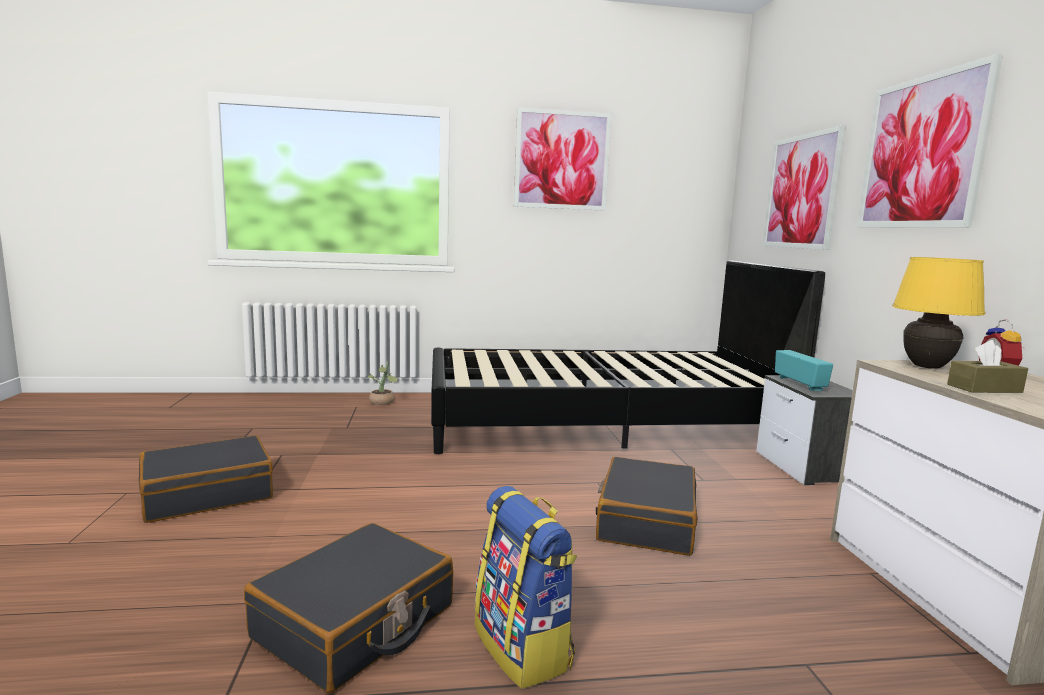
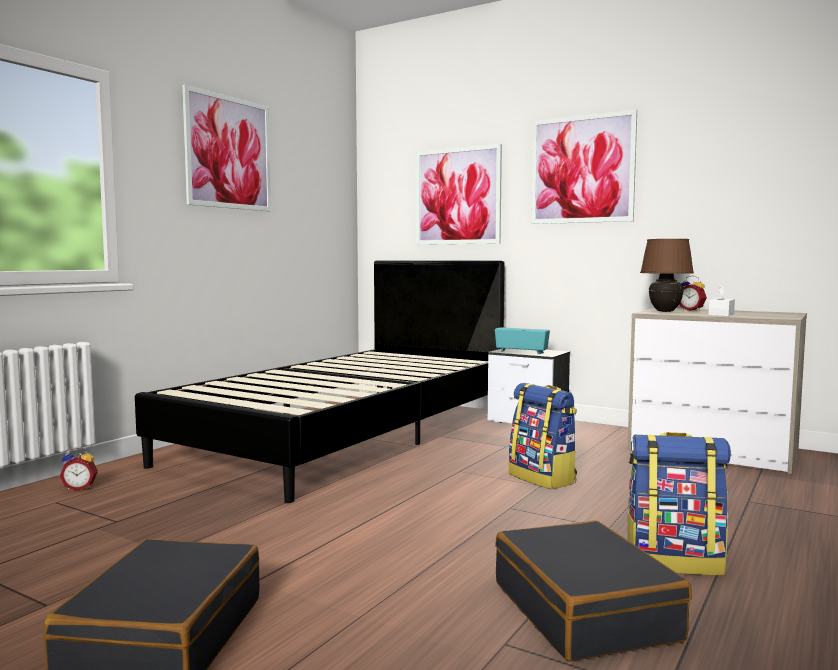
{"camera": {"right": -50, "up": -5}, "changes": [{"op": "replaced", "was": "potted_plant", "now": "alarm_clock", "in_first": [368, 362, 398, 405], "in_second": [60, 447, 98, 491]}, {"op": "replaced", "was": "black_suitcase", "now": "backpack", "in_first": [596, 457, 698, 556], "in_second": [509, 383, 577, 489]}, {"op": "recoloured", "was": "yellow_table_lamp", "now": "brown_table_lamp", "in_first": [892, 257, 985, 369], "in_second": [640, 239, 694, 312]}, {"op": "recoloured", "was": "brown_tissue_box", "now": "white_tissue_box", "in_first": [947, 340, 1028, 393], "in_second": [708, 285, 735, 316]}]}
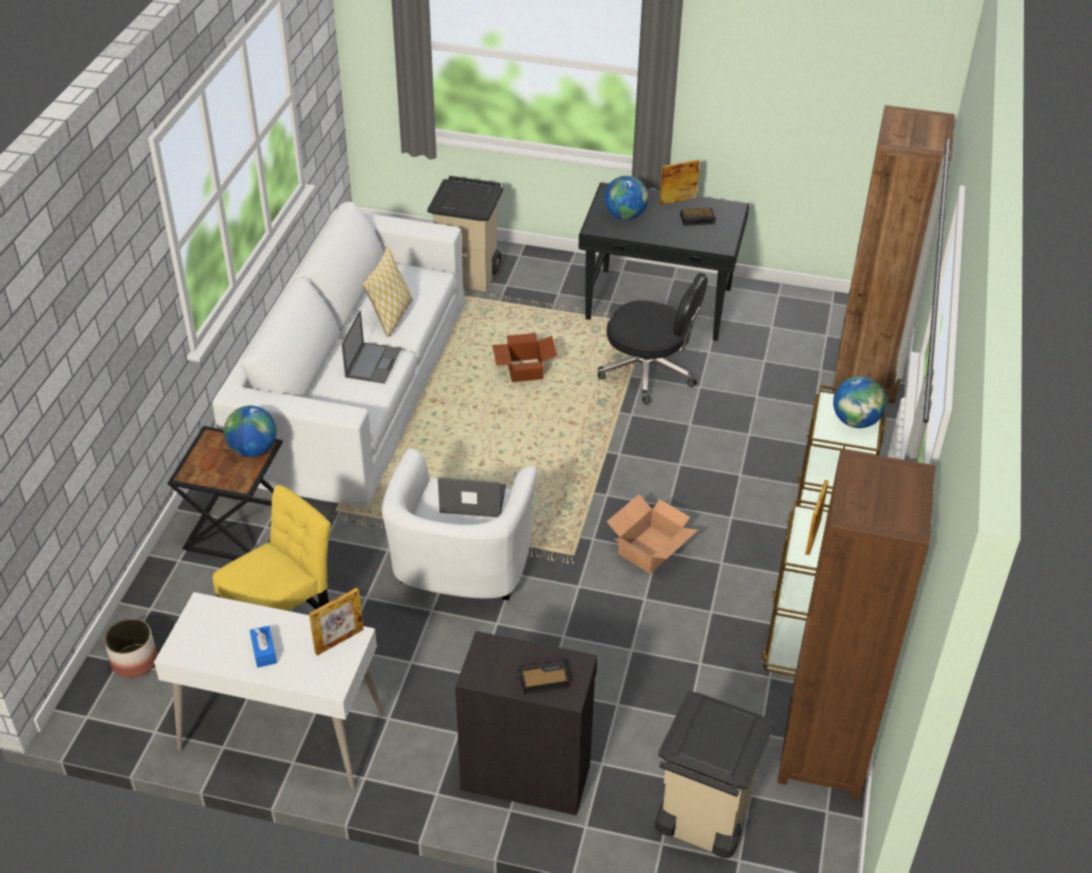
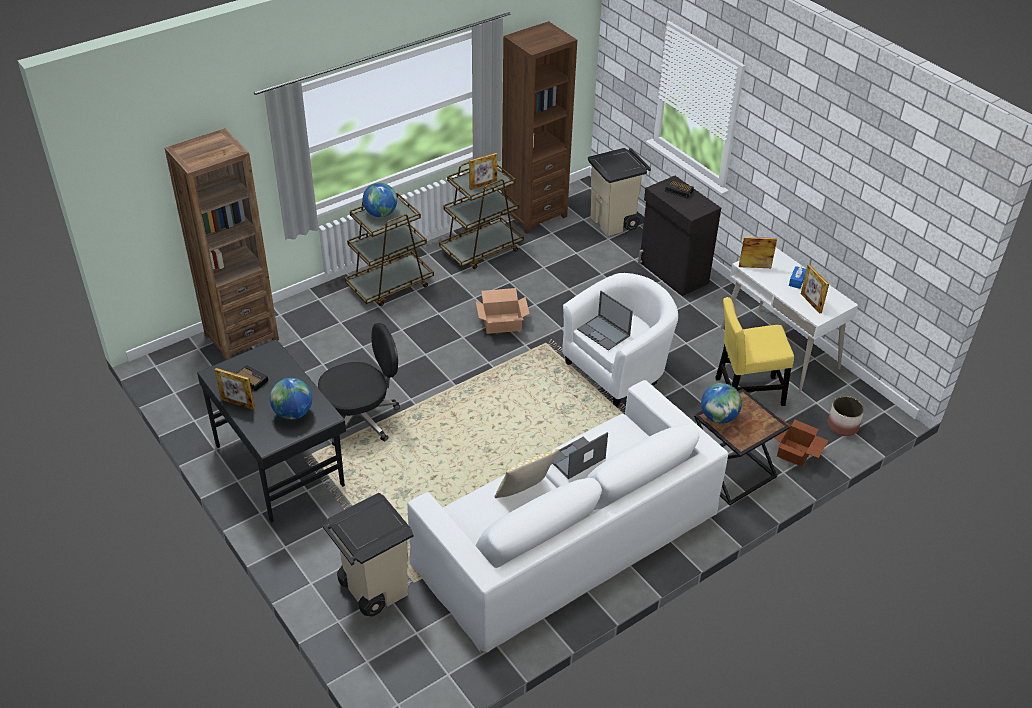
{"camera": {"right": -140, "up": 0}, "changes": [{"op": "moved", "was": "cardboard_box", "in_first": [492, 333, 557, 382], "in_second": [774, 418, 829, 467]}, {"op": "turned", "was": "black_office_chair", "in_first": [598, 273, 708, 404], "in_second": [318, 323, 400, 446], "clockwise": 90}, {"op": "added", "now": "picture_frame", "in_second": [801, 264, 829, 314]}]}
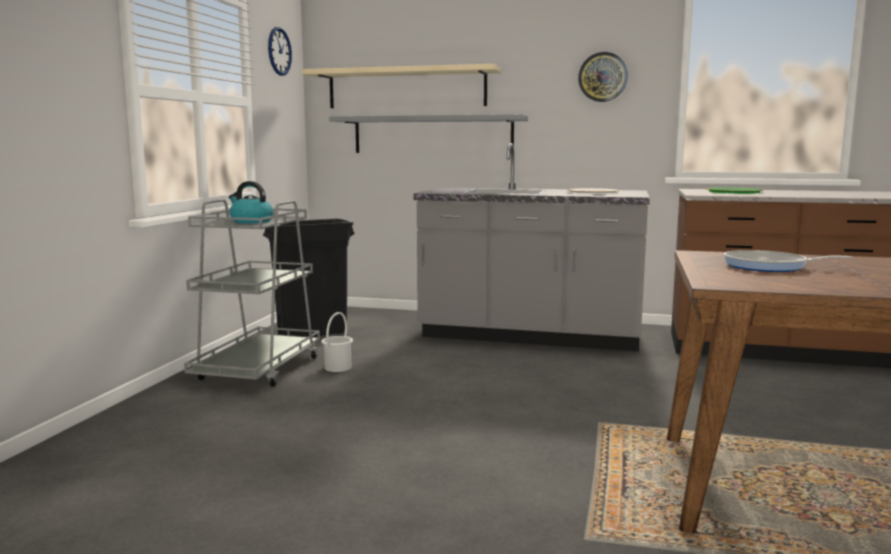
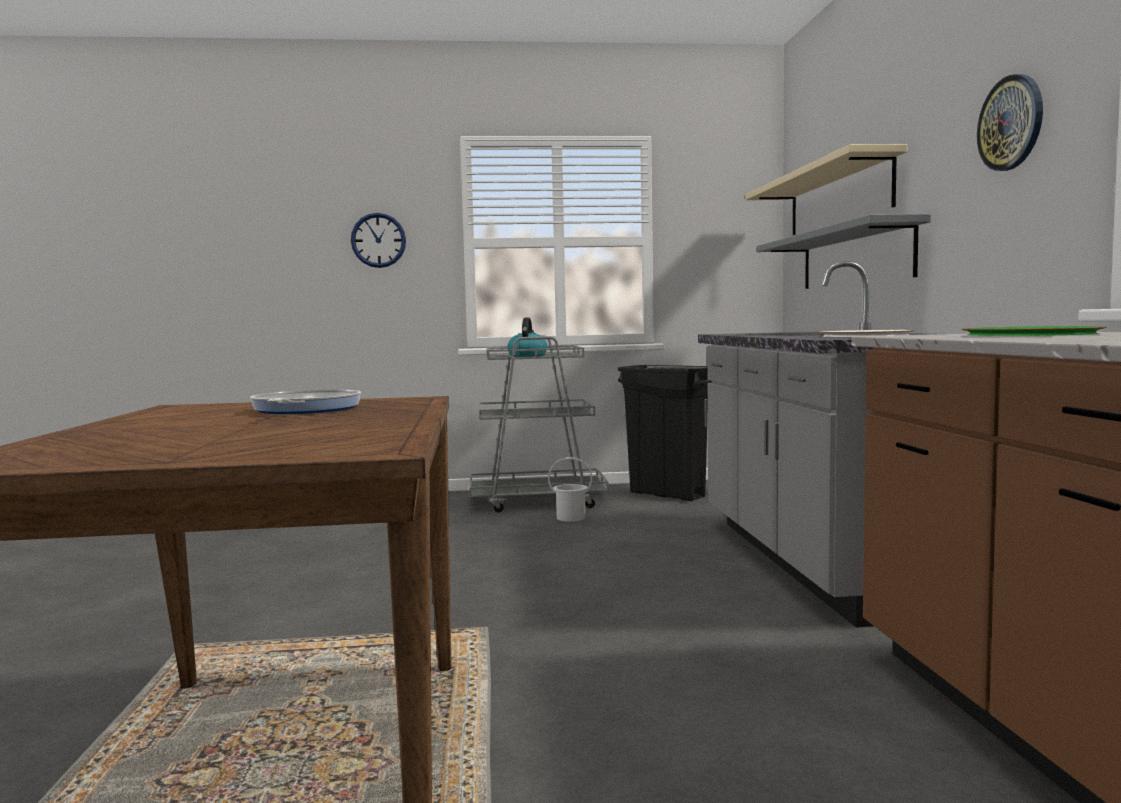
{"camera": {"right": 70, "up": -5}, "changes": [{"op": "moved", "was": "wall_clock", "in_first": [268, 27, 292, 76], "in_second": [351, 213, 406, 268]}]}
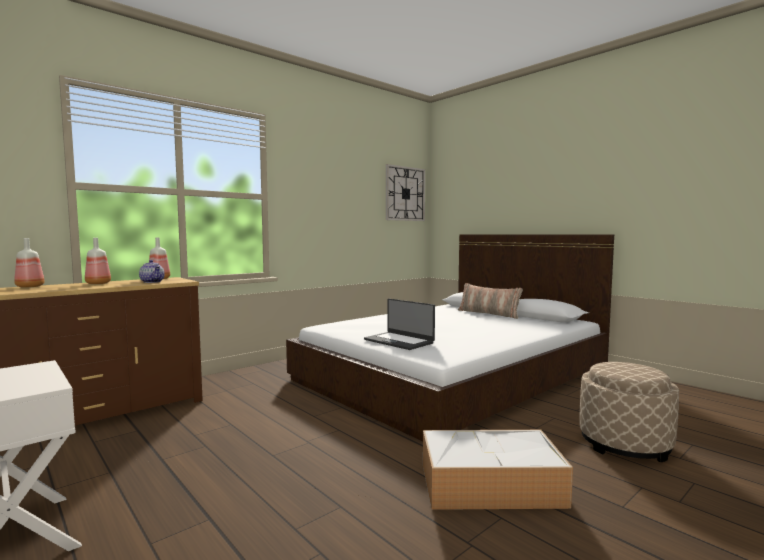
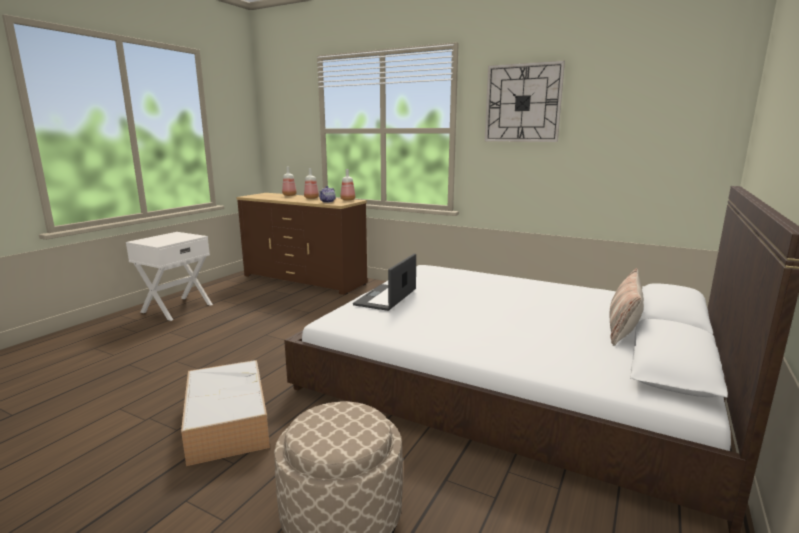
{"camera": {"right": 70, "up": 10}, "changes": [{"op": "moved", "was": "wall_clock", "in_first": [386, 164, 425, 221], "in_second": [485, 61, 565, 142]}]}
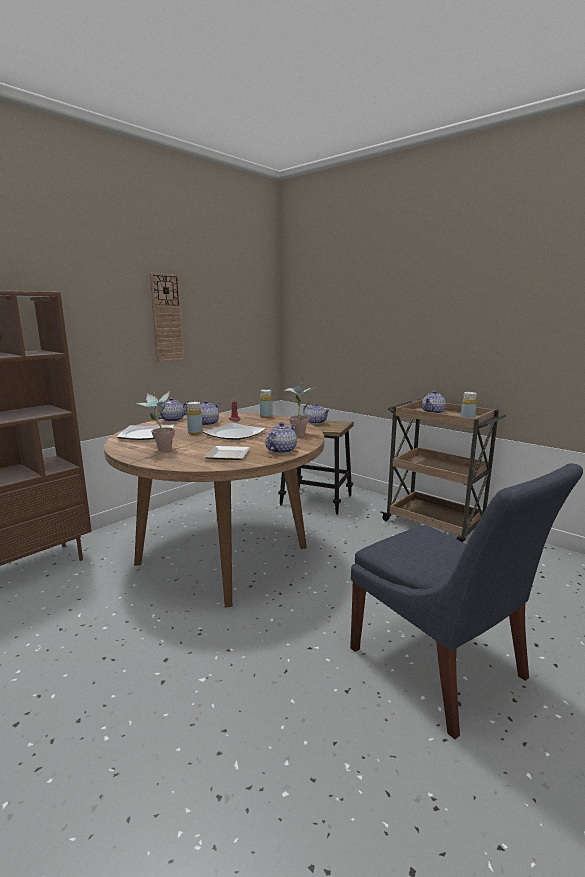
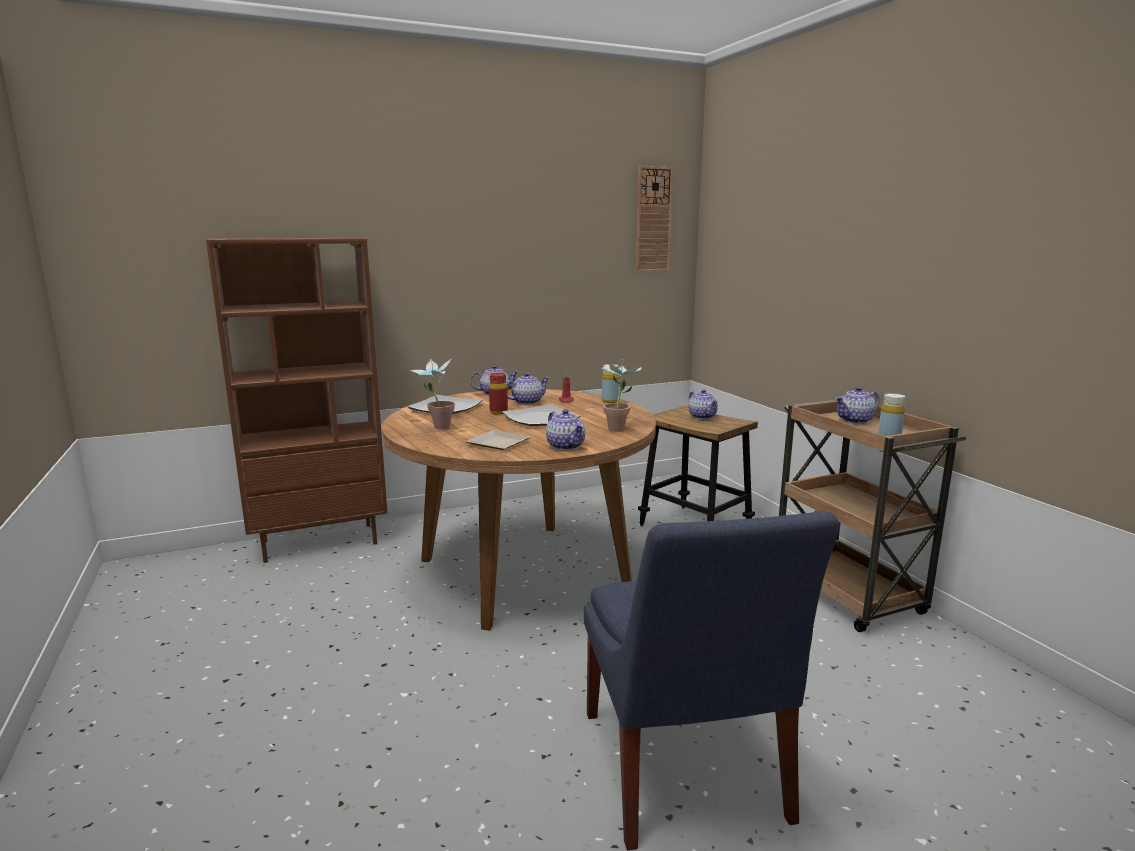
{"camera": {"right": 25, "up": 0}, "changes": [{"op": "moved", "was": "wall_clock", "in_first": [150, 273, 184, 362], "in_second": [636, 166, 673, 272]}, {"op": "recoloured", "was": "yellow_bottle", "now": "red_bottle", "in_first": [187, 402, 203, 435], "in_second": [489, 373, 508, 414]}, {"op": "turned", "was": "teapot", "in_first": [265, 422, 297, 454], "in_second": [546, 409, 585, 450], "clockwise": 90}]}
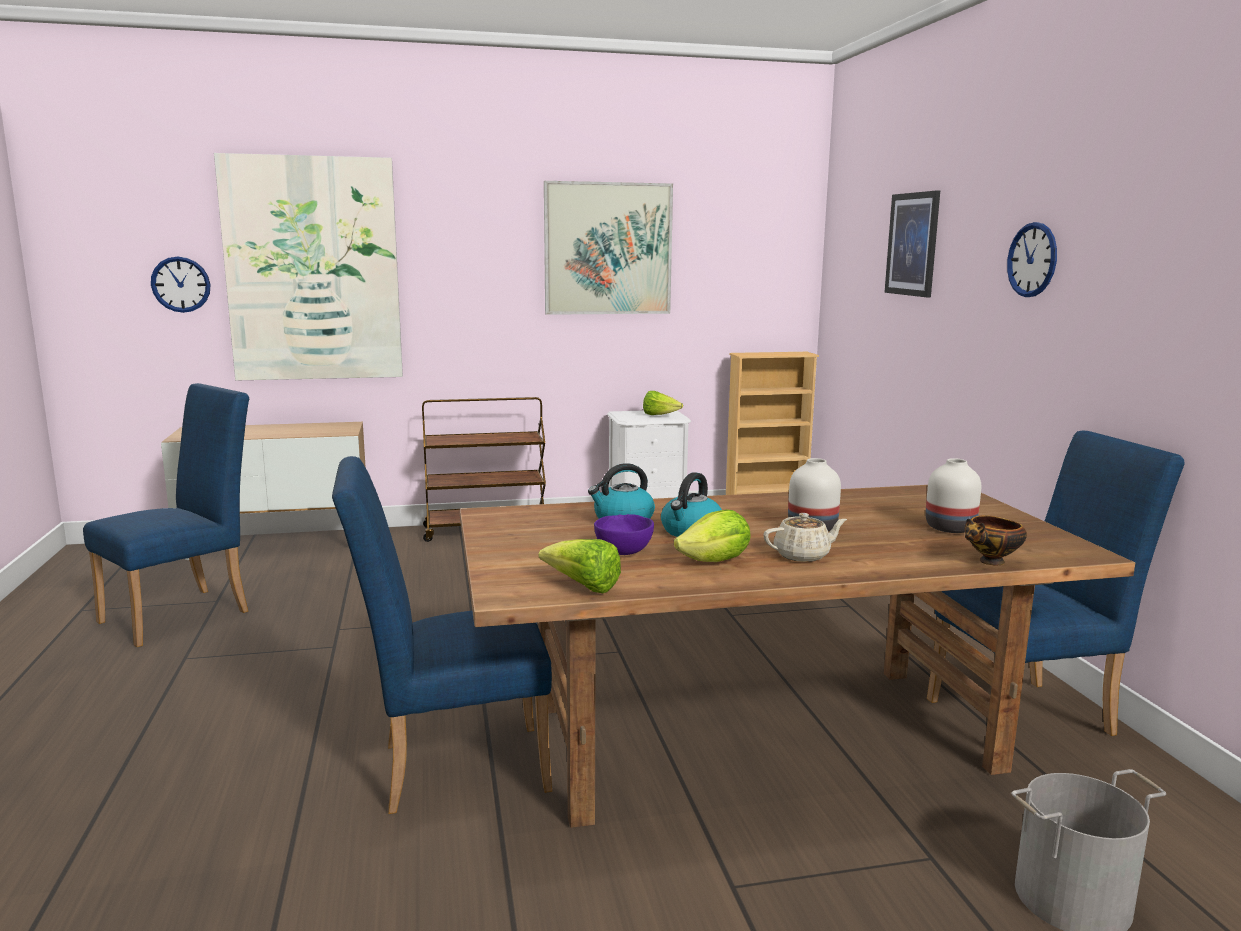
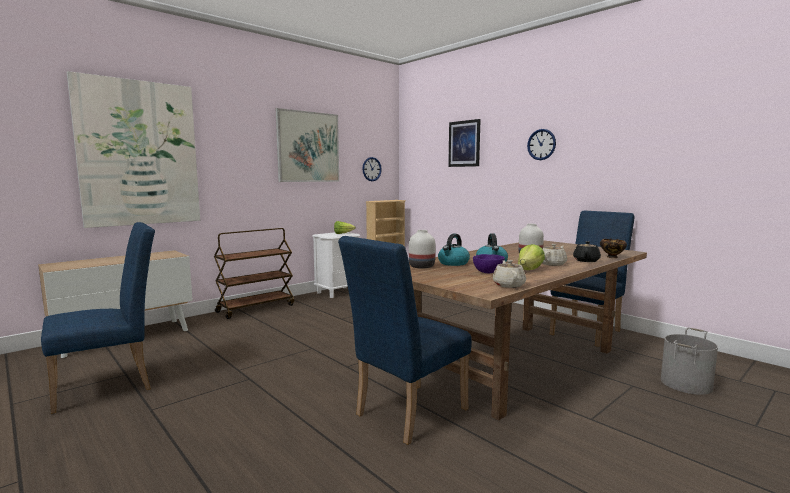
{"camera": {"right": -30, "up": -5}, "changes": [{"op": "turned", "was": "blue_chair", "in_first": [83, 383, 249, 647], "in_second": [41, 222, 155, 414], "clockwise": 45}, {"op": "moved", "was": "wall_clock", "in_first": [151, 257, 210, 313], "in_second": [362, 157, 382, 181]}, {"op": "replaced", "was": "lettuce", "now": "beige_teapot", "in_first": [539, 539, 621, 593], "in_second": [493, 260, 526, 288]}, {"op": "moved", "was": "white_vase", "in_first": [925, 458, 981, 533], "in_second": [409, 230, 435, 269]}, {"op": "added", "now": "black_teapot", "in_second": [573, 241, 601, 262]}]}
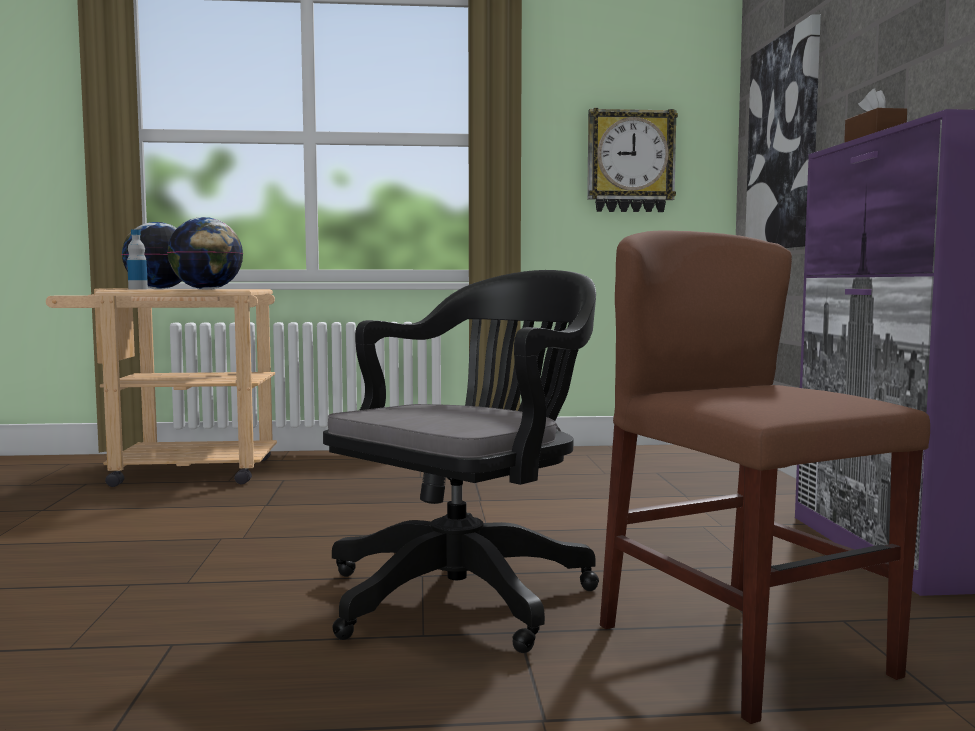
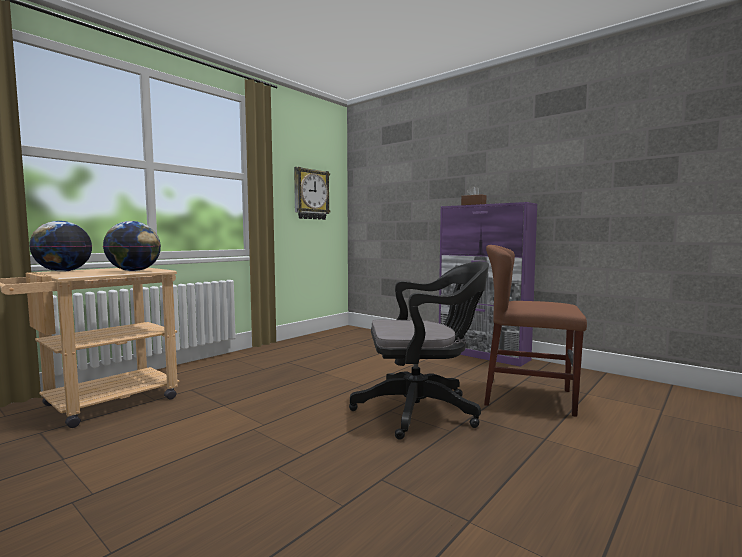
{"camera": {"right": -45, "up": 0}, "changes": [{"op": "removed", "was": "bottle", "in_first": [127, 229, 148, 290]}, {"op": "turned", "was": "black_office_chair", "in_first": [323, 270, 599, 653], "in_second": [349, 261, 489, 440], "clockwise": 90}, {"op": "removed", "was": "picture", "in_first": [745, 14, 821, 248]}]}
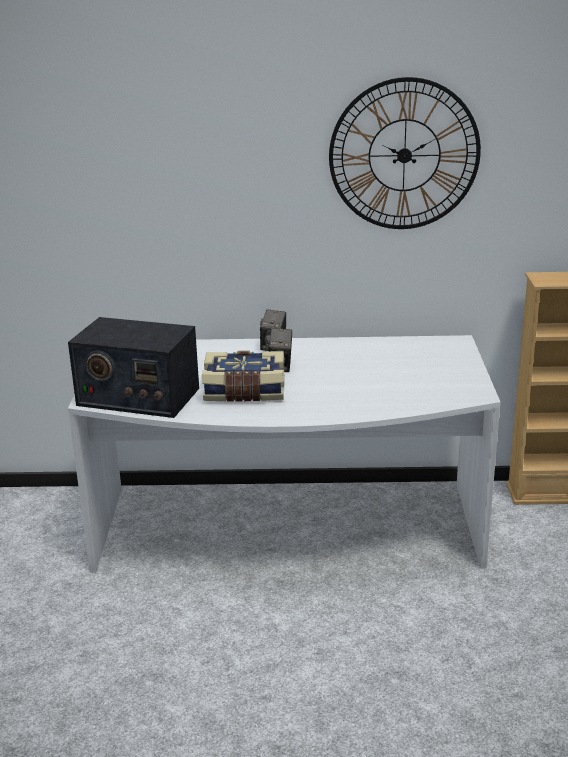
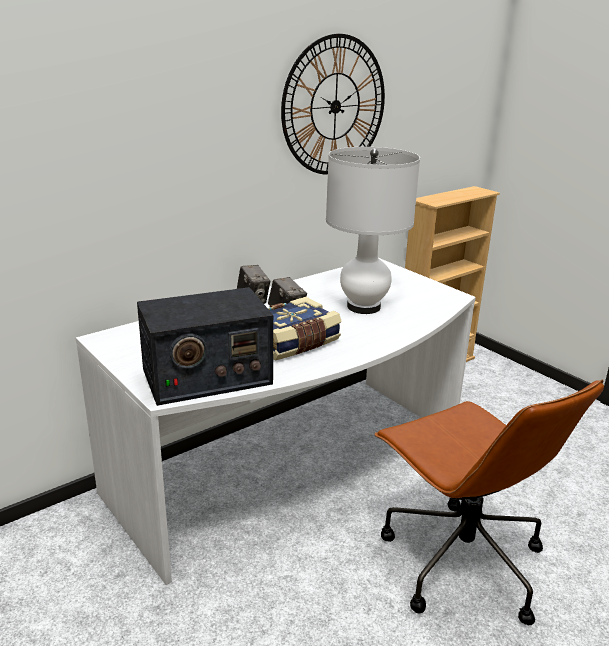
{"camera": {"right": -40, "up": 0}, "changes": [{"op": "added", "now": "white_table_lamp", "in_second": [326, 147, 420, 314]}, {"op": "added", "now": "brown_office_chair", "in_second": [374, 379, 604, 625]}]}
